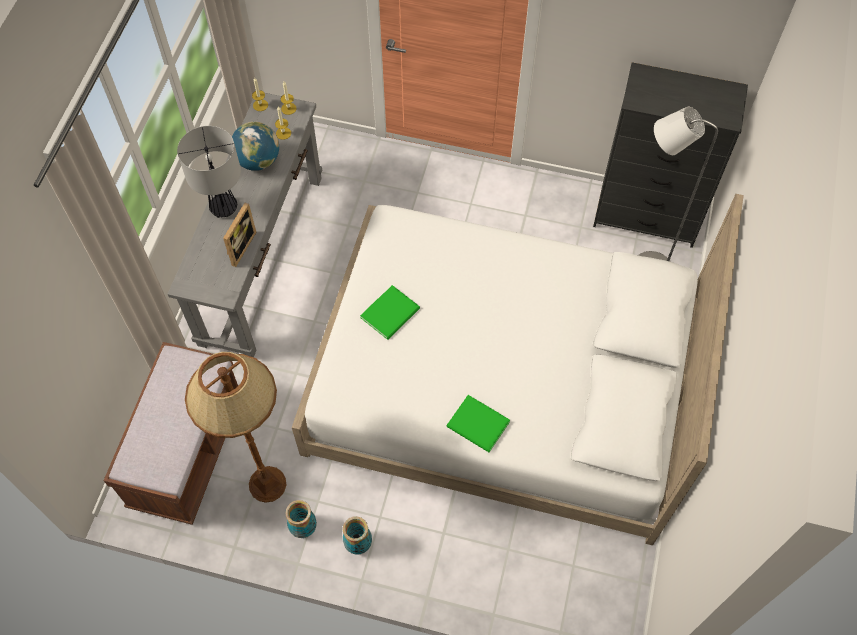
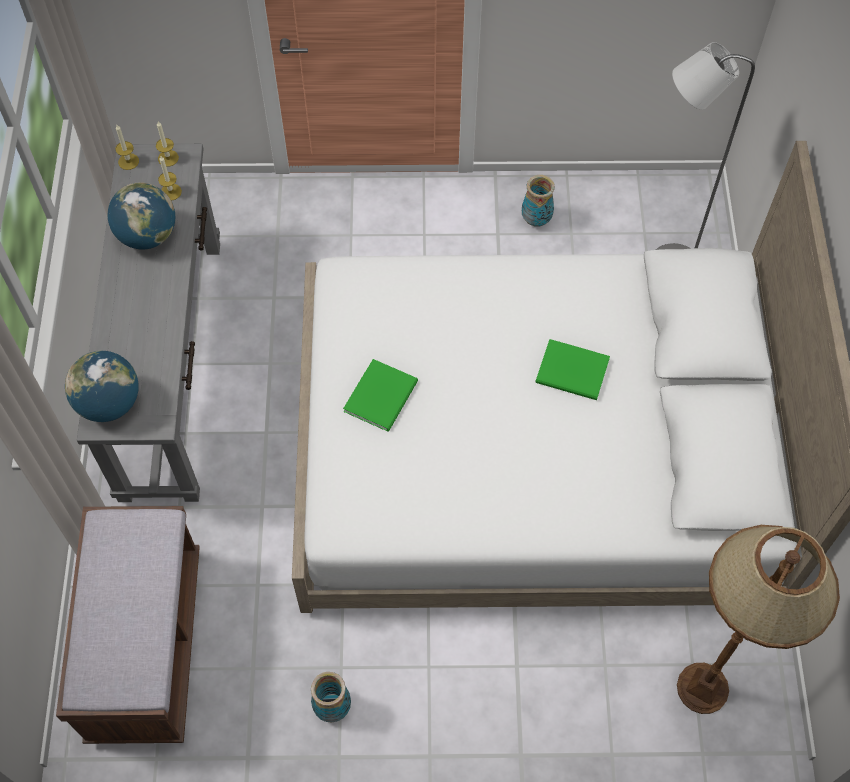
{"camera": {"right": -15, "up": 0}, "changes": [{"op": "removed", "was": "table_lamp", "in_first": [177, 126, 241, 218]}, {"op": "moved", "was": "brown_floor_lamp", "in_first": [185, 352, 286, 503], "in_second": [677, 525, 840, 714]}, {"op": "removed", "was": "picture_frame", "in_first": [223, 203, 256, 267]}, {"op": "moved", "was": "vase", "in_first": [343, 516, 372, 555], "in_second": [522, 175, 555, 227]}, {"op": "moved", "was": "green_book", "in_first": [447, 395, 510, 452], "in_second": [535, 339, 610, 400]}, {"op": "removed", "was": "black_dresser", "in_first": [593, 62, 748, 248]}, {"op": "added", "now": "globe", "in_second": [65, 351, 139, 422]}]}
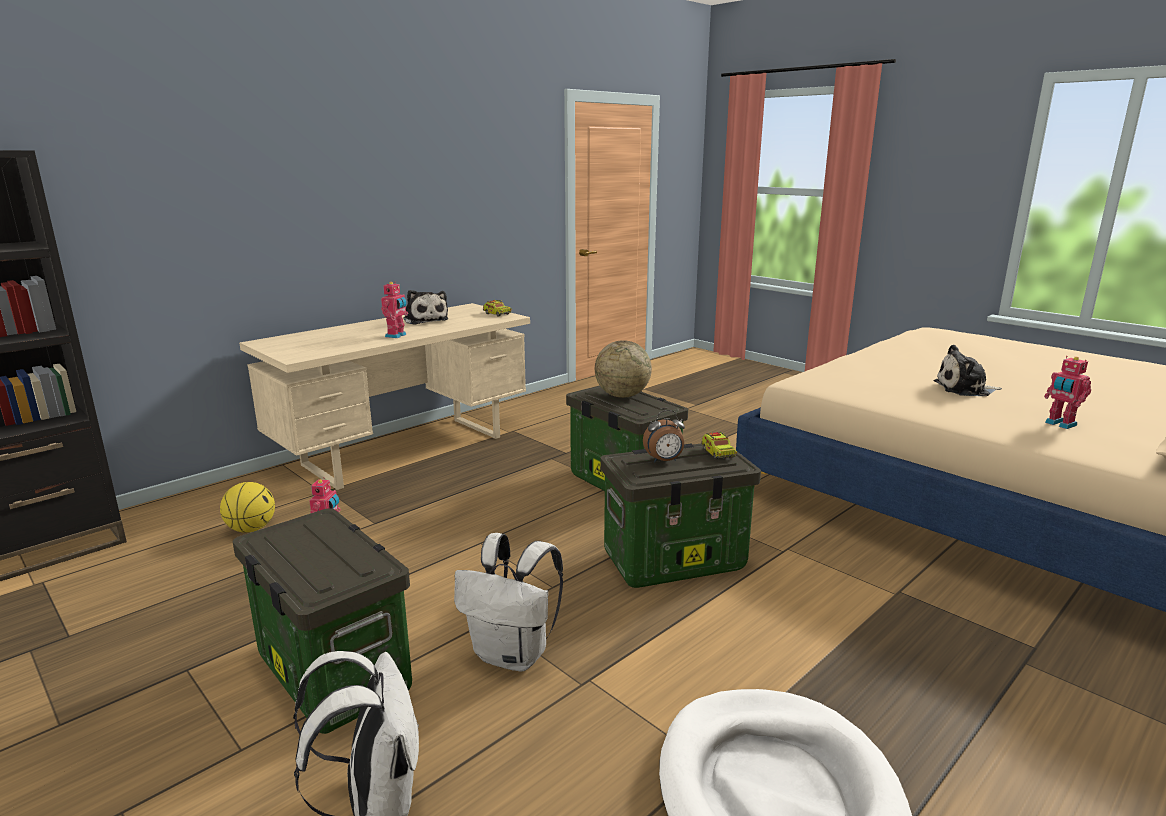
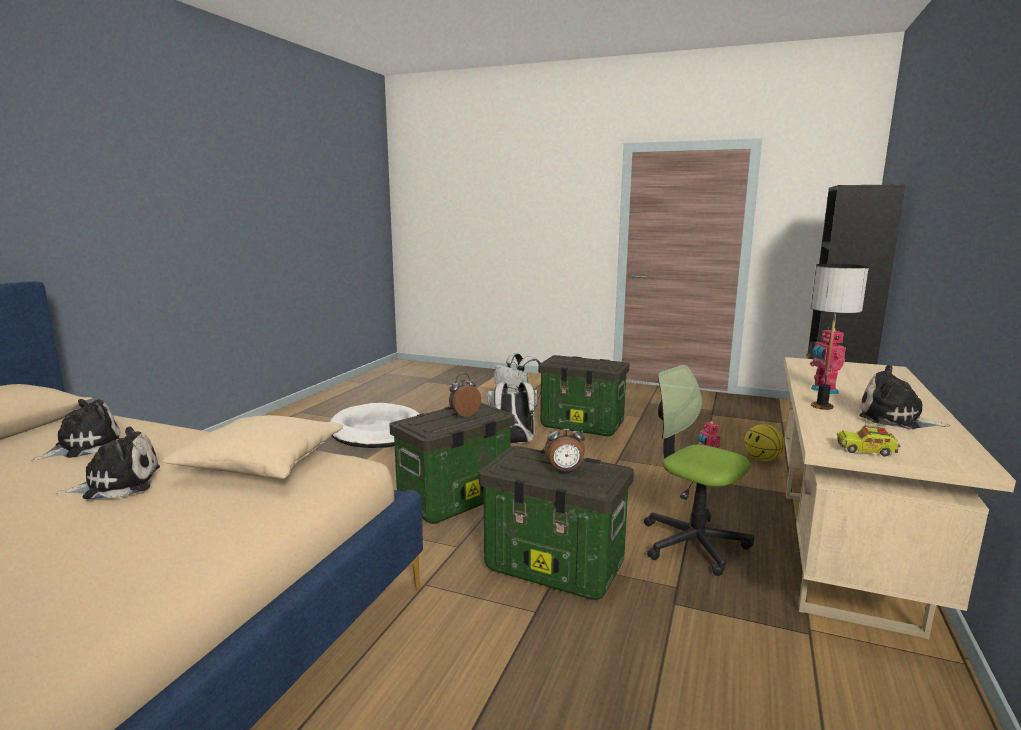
{"camera": {"right": 155, "up": -5}, "changes": [{"op": "replaced", "was": "globe", "now": "alarm_clock", "in_first": [595, 340, 652, 398], "in_second": [545, 421, 585, 472]}, {"op": "removed", "was": "toy_truck", "in_first": [701, 432, 737, 460]}, {"op": "replaced", "was": "toy_robot", "now": "plush_toy", "in_first": [1044, 356, 1091, 429], "in_second": [32, 399, 120, 461]}, {"op": "added", "now": "beige_pillow", "in_second": [162, 415, 343, 479]}, {"op": "added", "now": "office_chair", "in_second": [644, 364, 754, 576]}, {"op": "added", "now": "table_lamp", "in_second": [810, 264, 869, 410]}]}
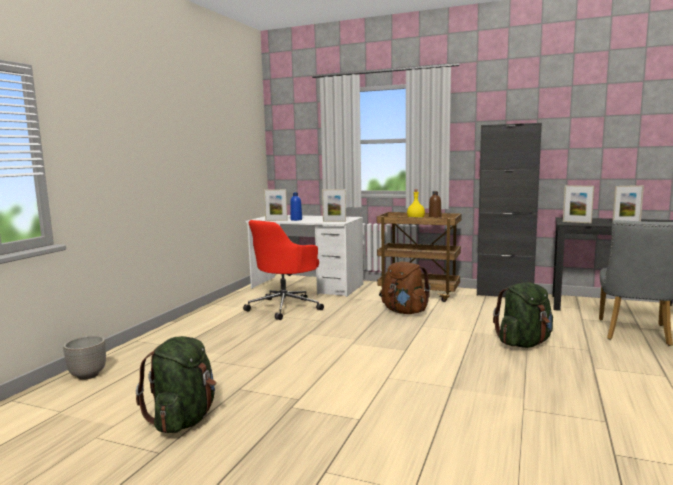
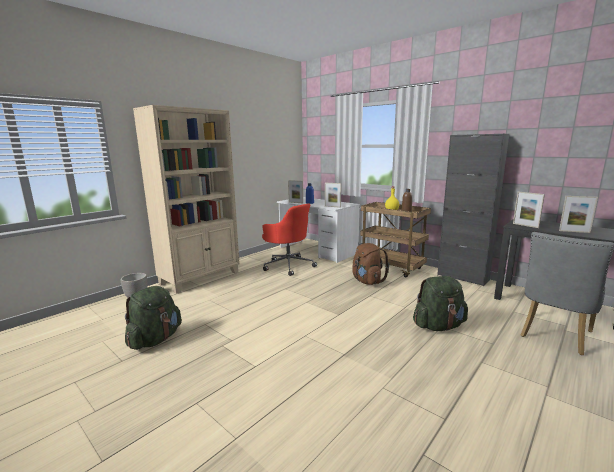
{"camera": {"right": 20, "up": 5}, "changes": [{"op": "turned", "was": "red_office_chair", "in_first": [243, 220, 324, 320], "in_second": [262, 203, 317, 276], "clockwise": -105}, {"op": "added", "now": "beige_bookcase", "in_second": [133, 105, 240, 294]}]}
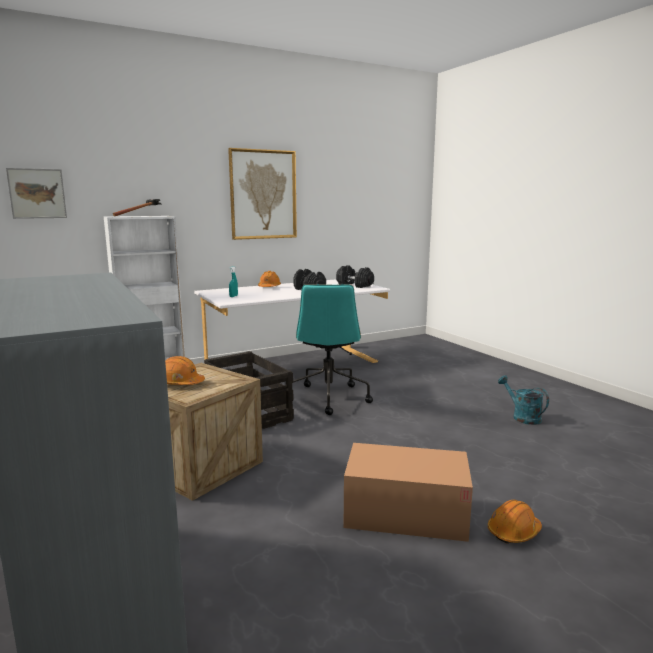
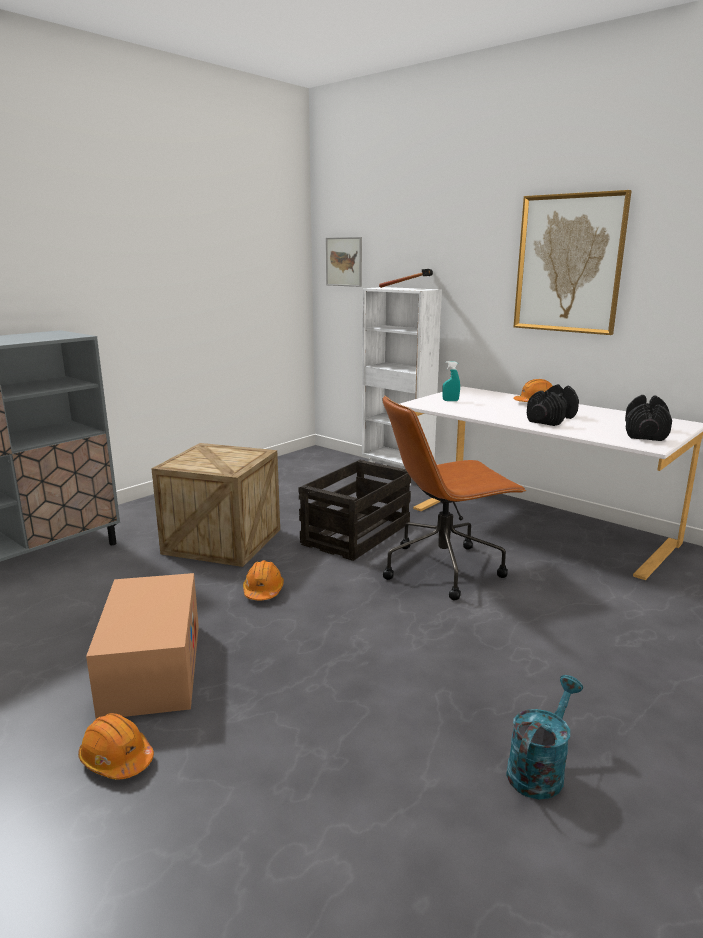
{"camera": {"right": 70, "up": 5}, "changes": [{"op": "moved", "was": "orange_hard_hat", "in_first": [165, 356, 205, 385], "in_second": [243, 560, 284, 600]}, {"op": "recoloured", "was": "turquoise_office_chair", "now": "brown_office_chair", "in_first": [293, 284, 373, 415], "in_second": [383, 395, 527, 600]}]}
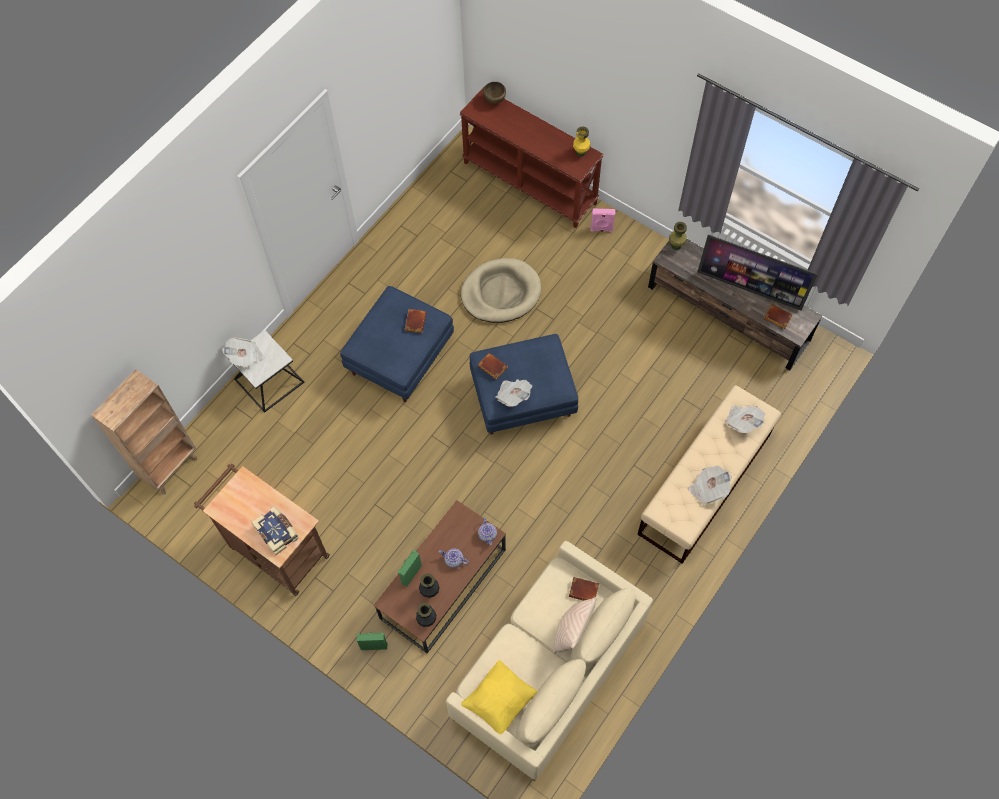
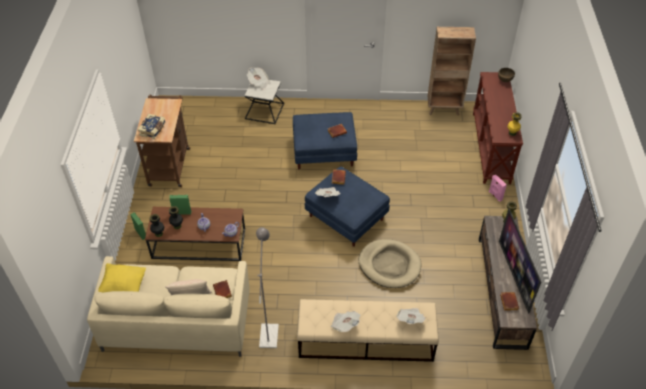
{"camera": {"right": 55, "up": -15}, "changes": [{"op": "moved", "was": "brown_bookcase", "in_first": [91, 369, 197, 495], "in_second": [428, 27, 476, 116]}, {"op": "moved", "was": "beige_dog_bed", "in_first": [461, 258, 541, 323], "in_second": [359, 239, 422, 288]}, {"op": "added", "now": "grey_floor_lamp", "in_second": [256, 227, 279, 348]}]}
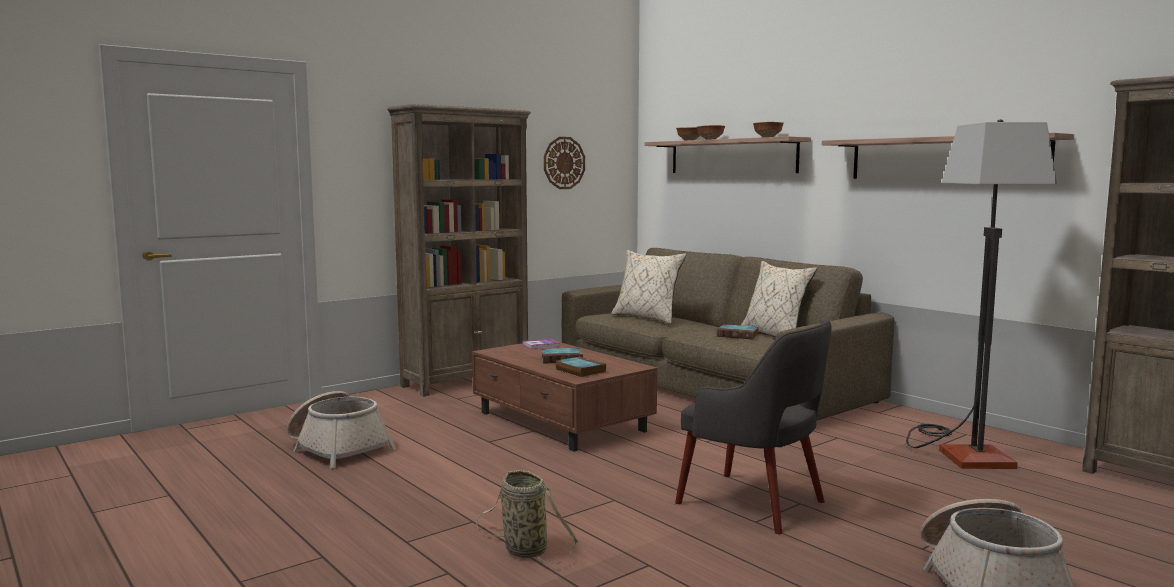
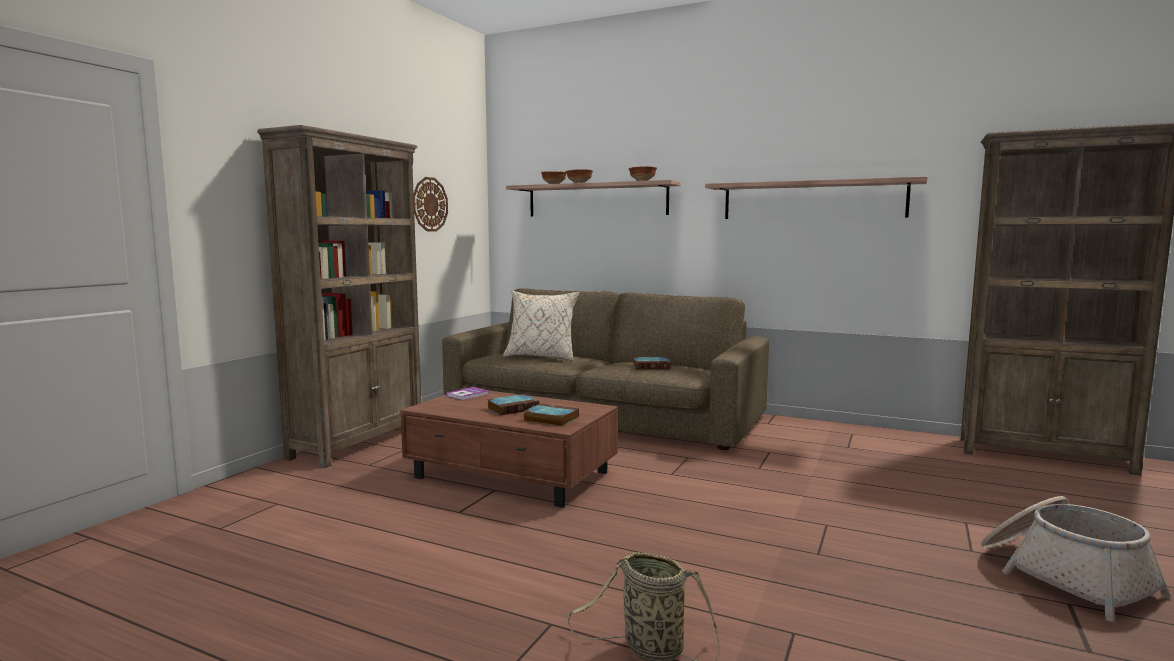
{"camera": {"right": -25, "up": 0}, "changes": [{"op": "removed", "was": "basket", "in_first": [287, 391, 396, 468]}, {"op": "removed", "was": "grey_armchair", "in_first": [675, 320, 831, 534]}, {"op": "removed", "was": "beige_pillow", "in_first": [741, 261, 817, 337]}, {"op": "removed", "was": "floor_lamp", "in_first": [906, 119, 1057, 469]}]}
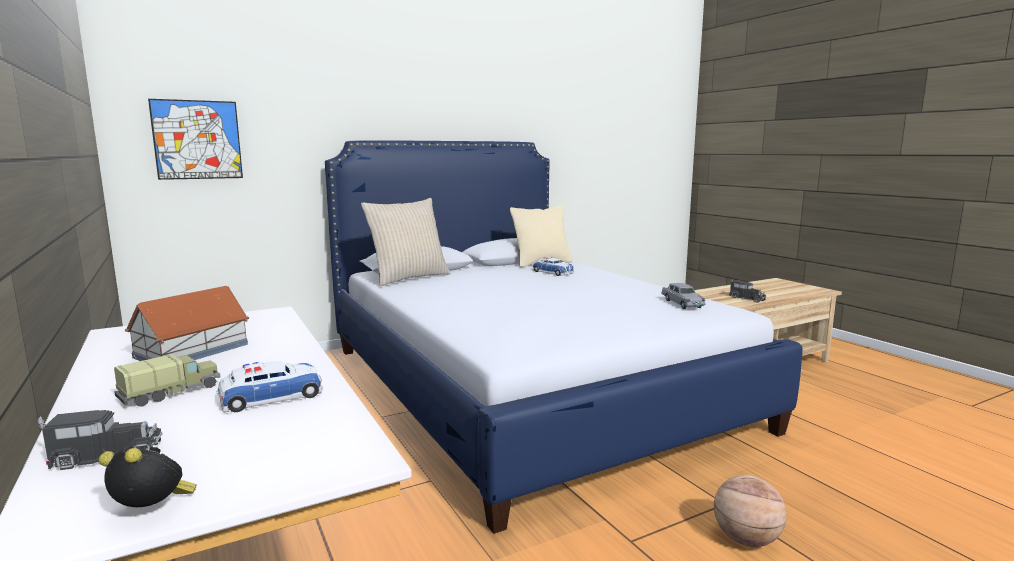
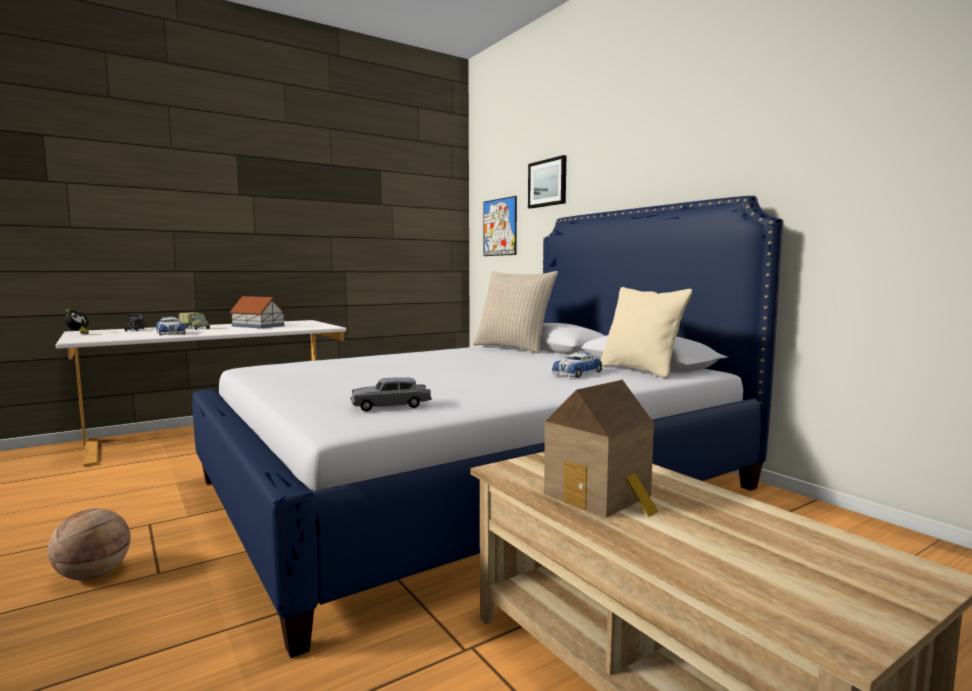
{"camera": {"right": 85, "up": -5}, "changes": [{"op": "replaced", "was": "toy_truck", "now": "toy_house", "in_first": [729, 279, 766, 303], "in_second": [544, 380, 659, 518]}, {"op": "added", "now": "picture", "in_second": [528, 155, 566, 208]}]}
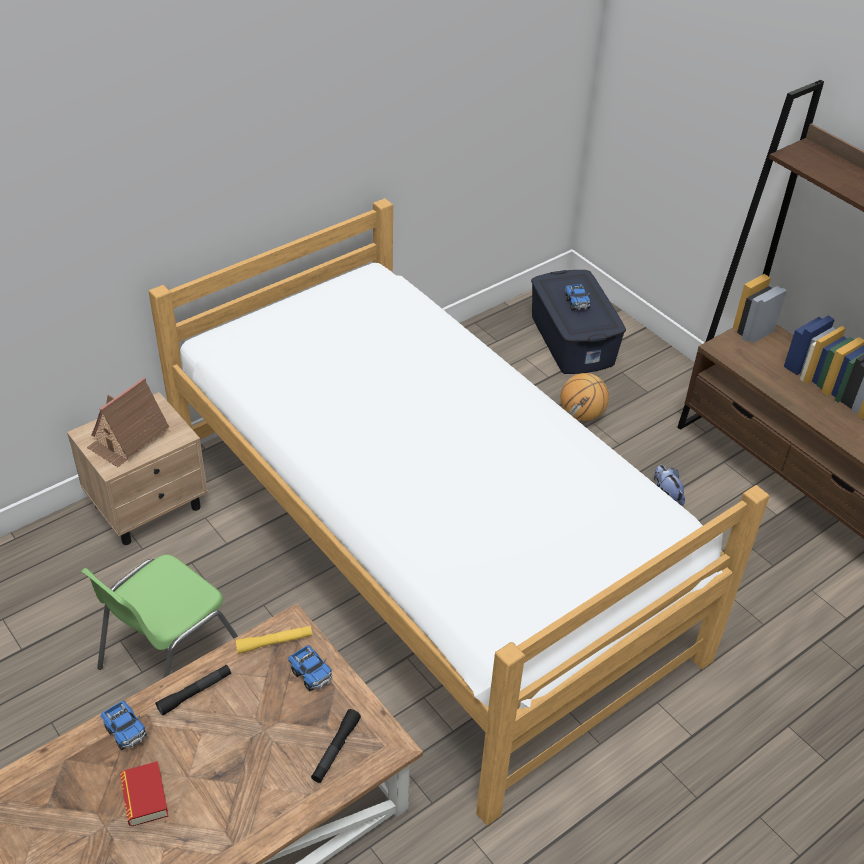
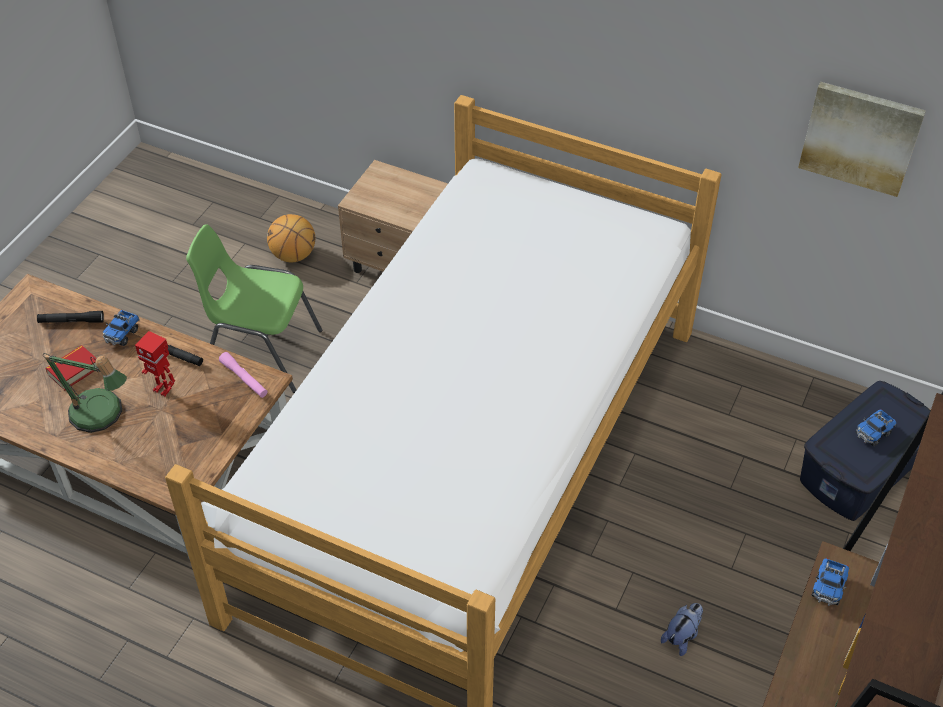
{"camera": {"right": 65, "up": 5}, "changes": [{"op": "removed", "was": "toy_house", "in_first": [87, 377, 169, 467]}, {"op": "recoloured", "was": "yellow_flashlight", "now": "pink_flashlight", "in_first": [235, 626, 312, 654], "in_second": [219, 352, 268, 398]}, {"op": "moved", "was": "toy_truck", "in_first": [288, 645, 332, 691], "in_second": [812, 558, 849, 606]}, {"op": "moved", "was": "black_flashlight", "in_first": [311, 709, 361, 783], "in_second": [37, 311, 104, 323]}, {"op": "moved", "was": "basketball", "in_first": [561, 373, 609, 421], "in_second": [267, 214, 315, 262]}, {"op": "added", "now": "table_lamp", "in_second": [43, 353, 127, 433]}, {"op": "added", "now": "toy_robot", "in_second": [135, 331, 175, 397]}, {"op": "added", "now": "picture", "in_second": [798, 82, 926, 197]}]}
